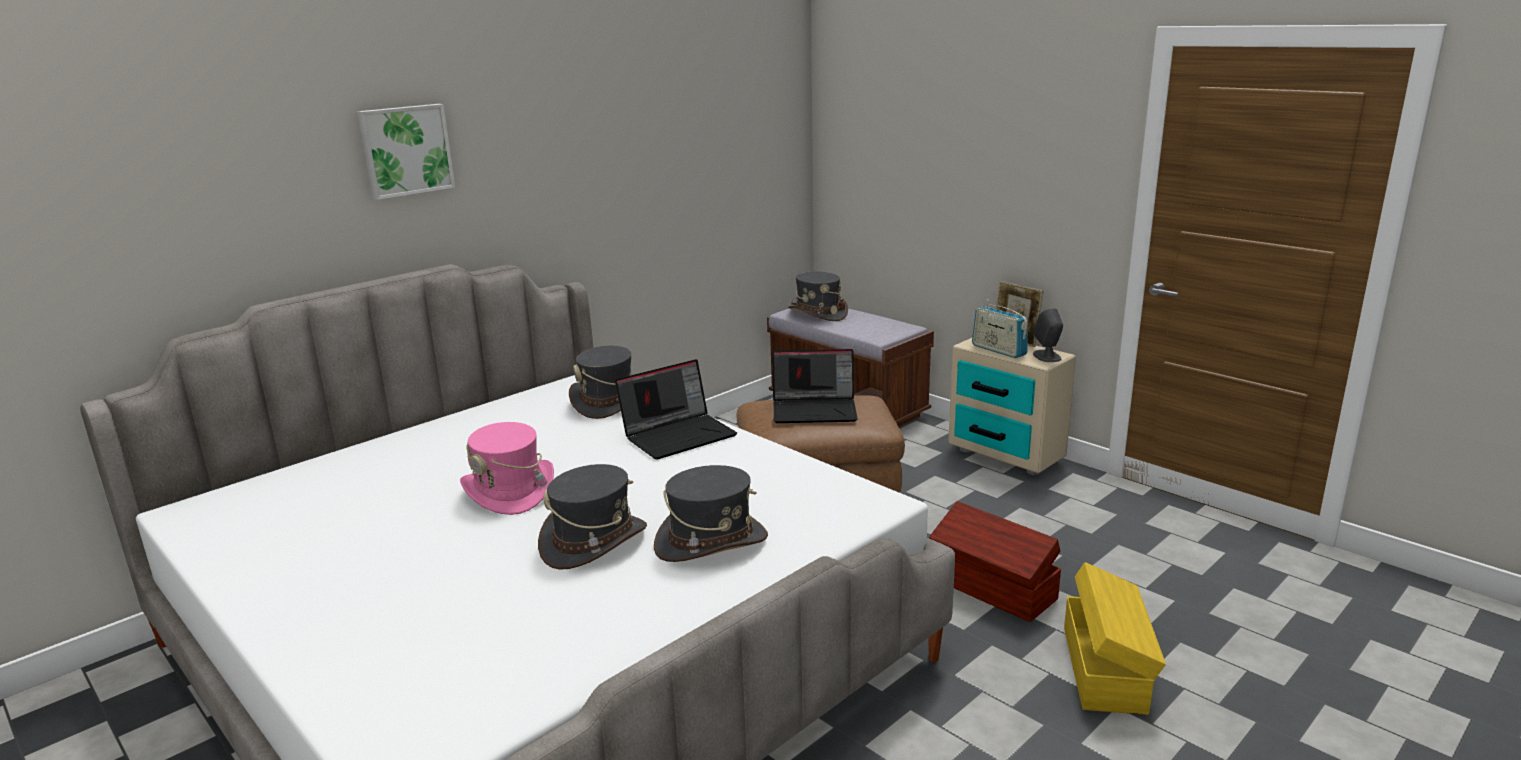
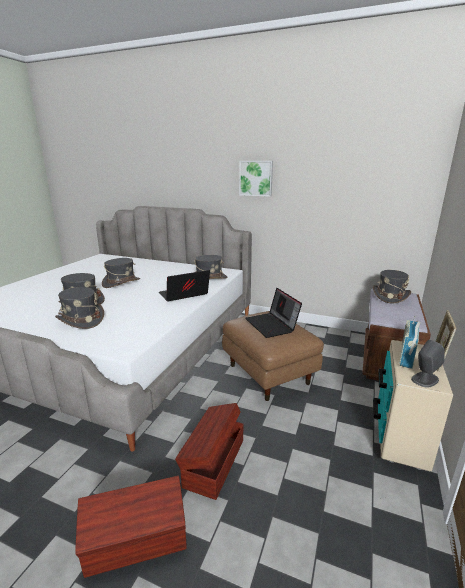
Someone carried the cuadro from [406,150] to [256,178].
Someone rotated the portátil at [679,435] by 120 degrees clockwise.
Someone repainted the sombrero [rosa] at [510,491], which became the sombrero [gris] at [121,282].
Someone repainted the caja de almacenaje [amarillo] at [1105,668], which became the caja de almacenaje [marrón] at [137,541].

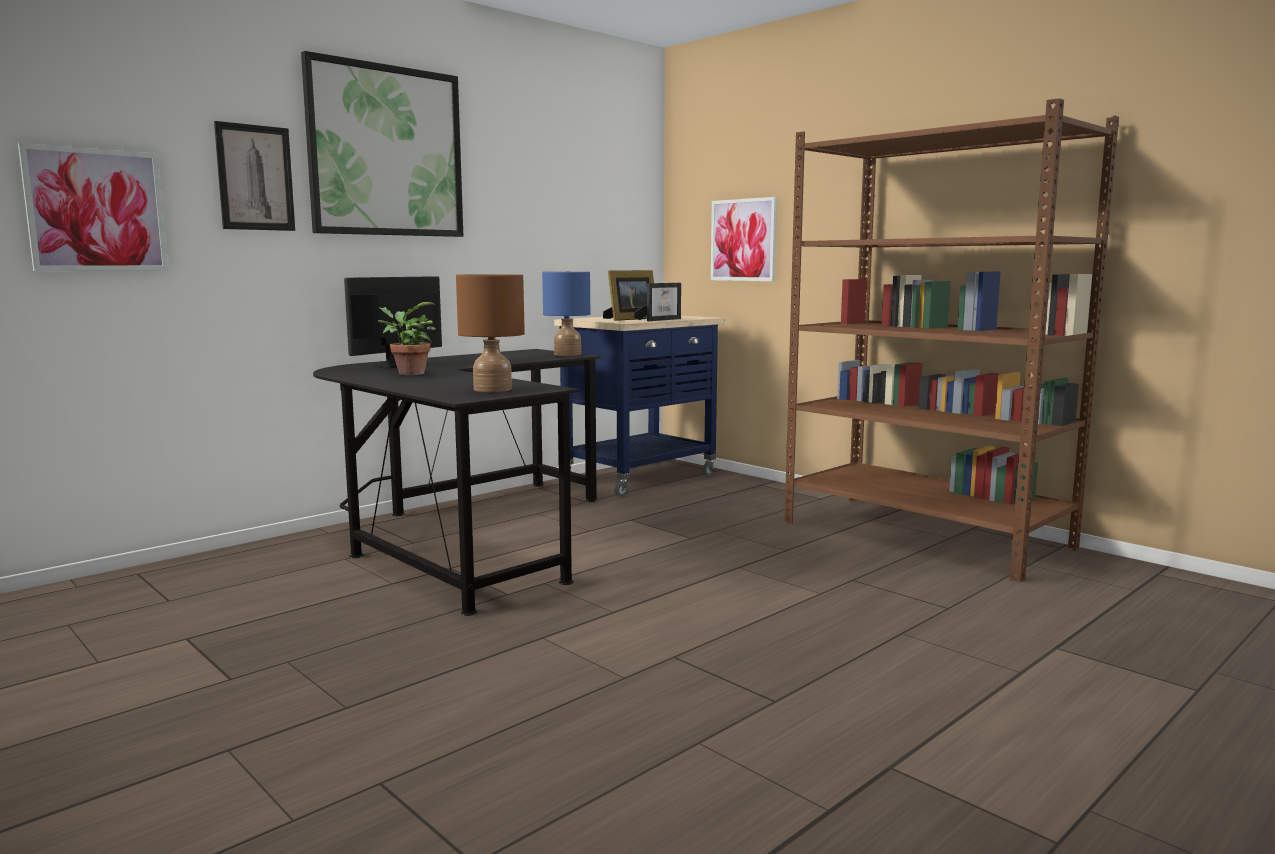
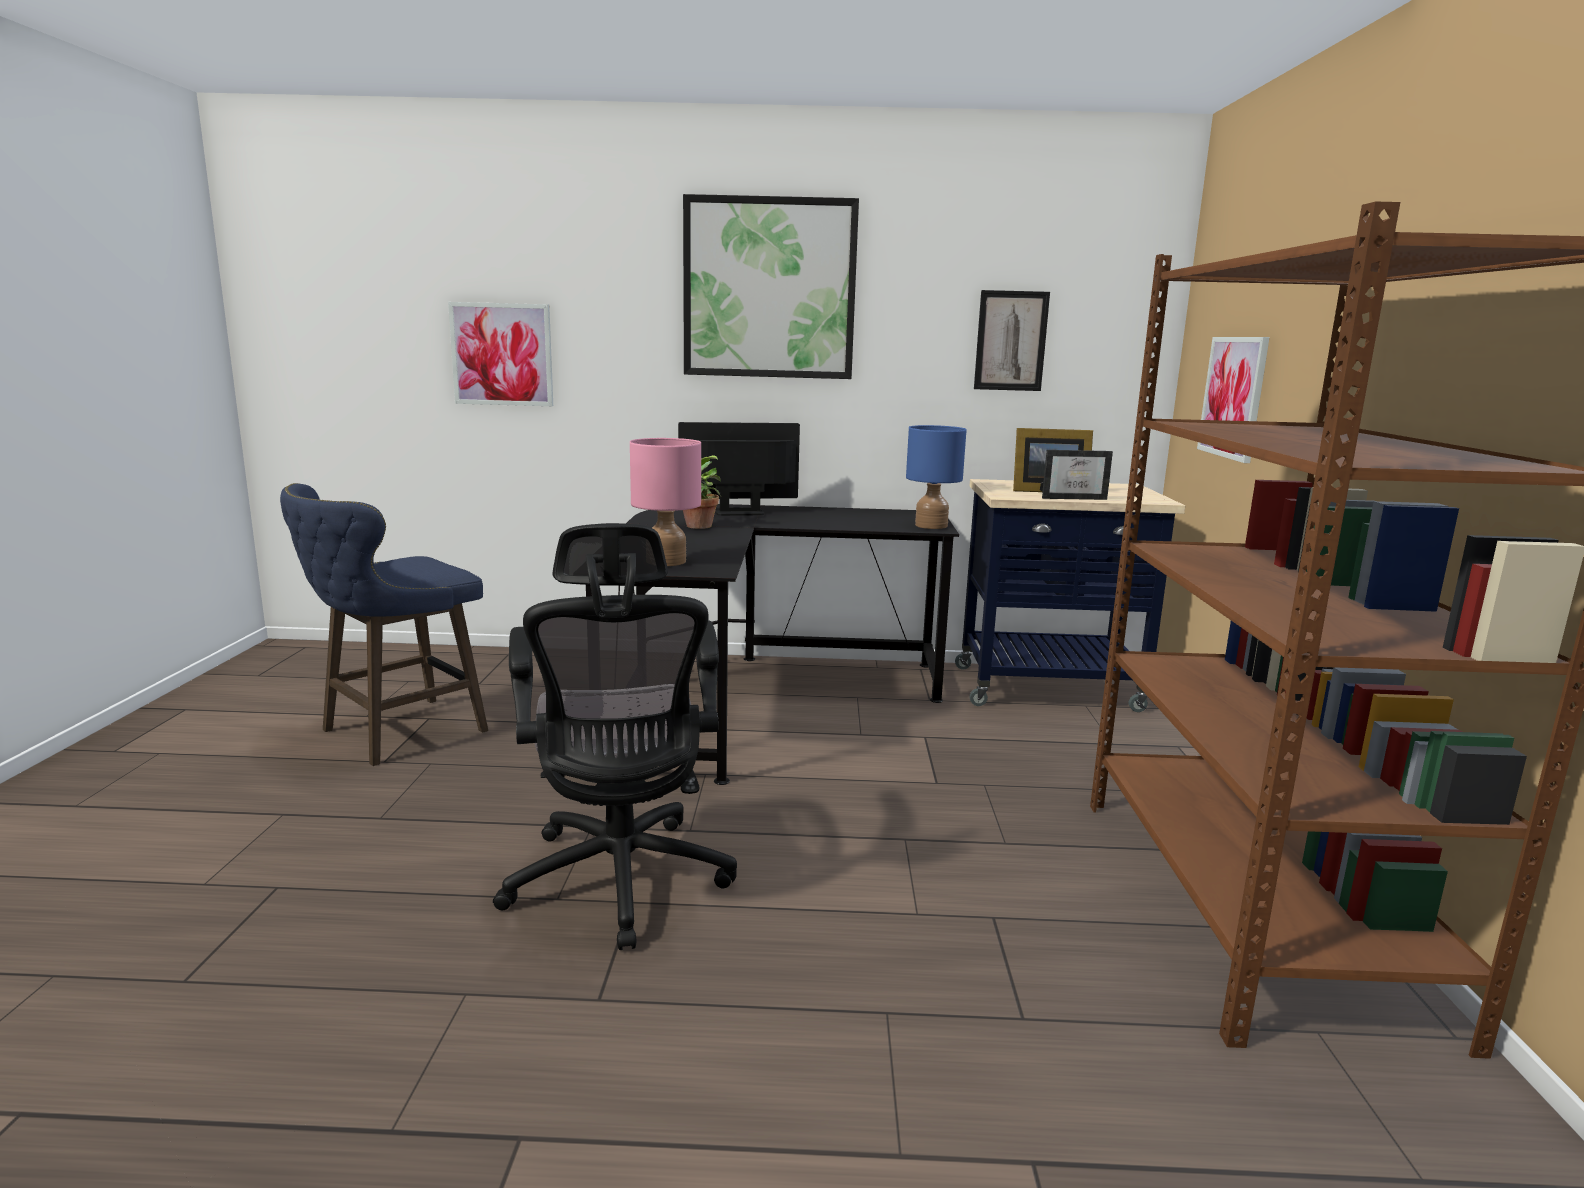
Someone carried the cuadro from [255,178] to [1011,341].
Someone repainted the lámpara de mesa [marrón] at [492,389], which became the lámpara de mesa [rosa] at [666,561].
Someone put down the taburete [azul] at [397,732].
Someone put down the silla de oficina at [620,880].

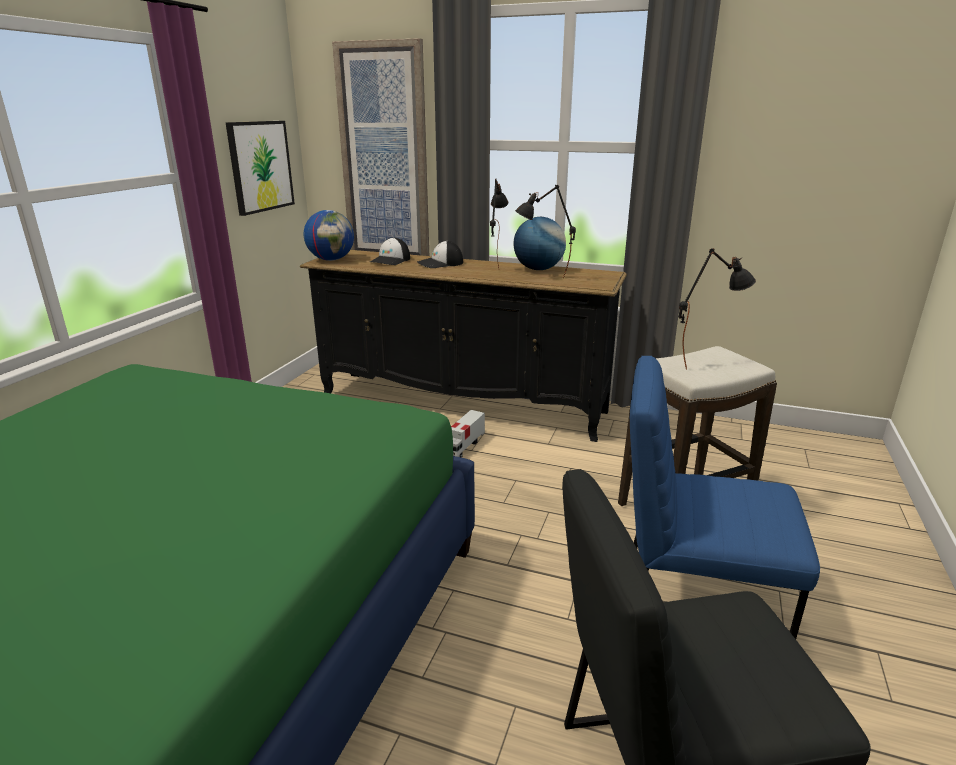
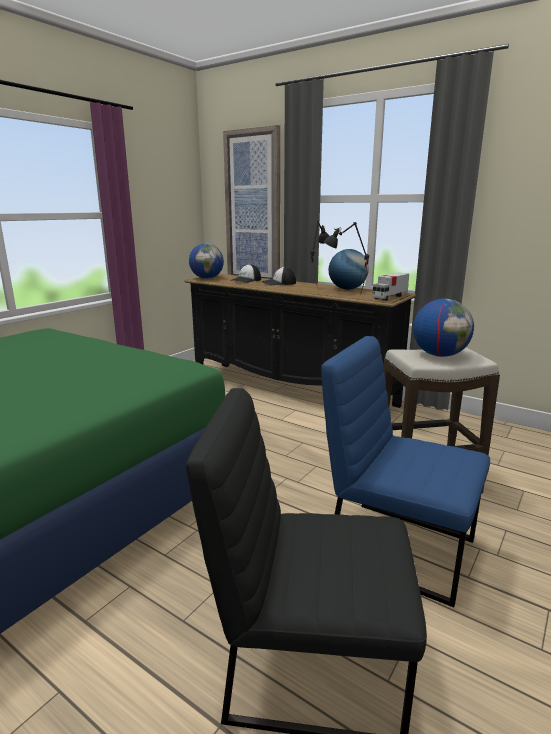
Someone took away the cuadro at [260,166].
Someone swapped the lámpara de mesa [negro] at [705,363] for the globo terráqueo at [439,355].
Someone carried the camión de juguete from [464,446] to [389,297].

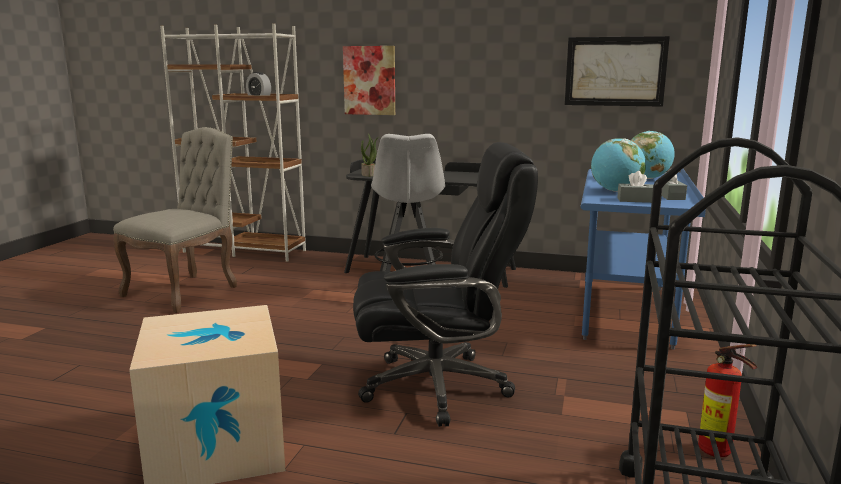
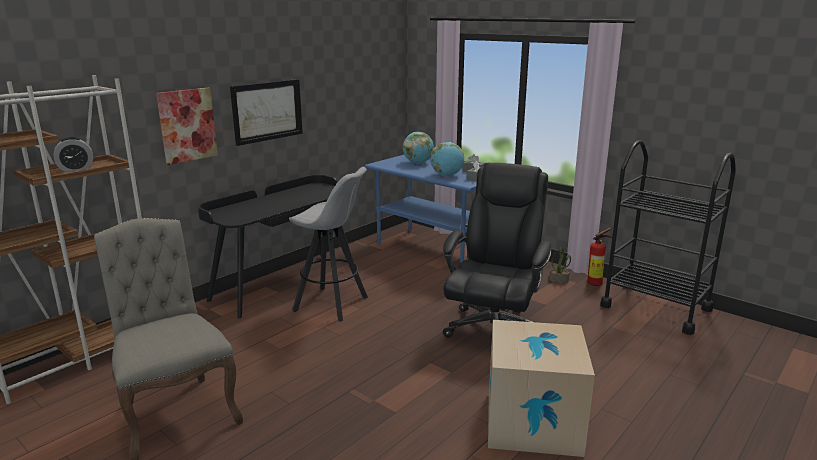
Someone carried the cuadro from [615,71] to [267,111].
Someone carried the planta en maceta from [369,174] to [559,280].

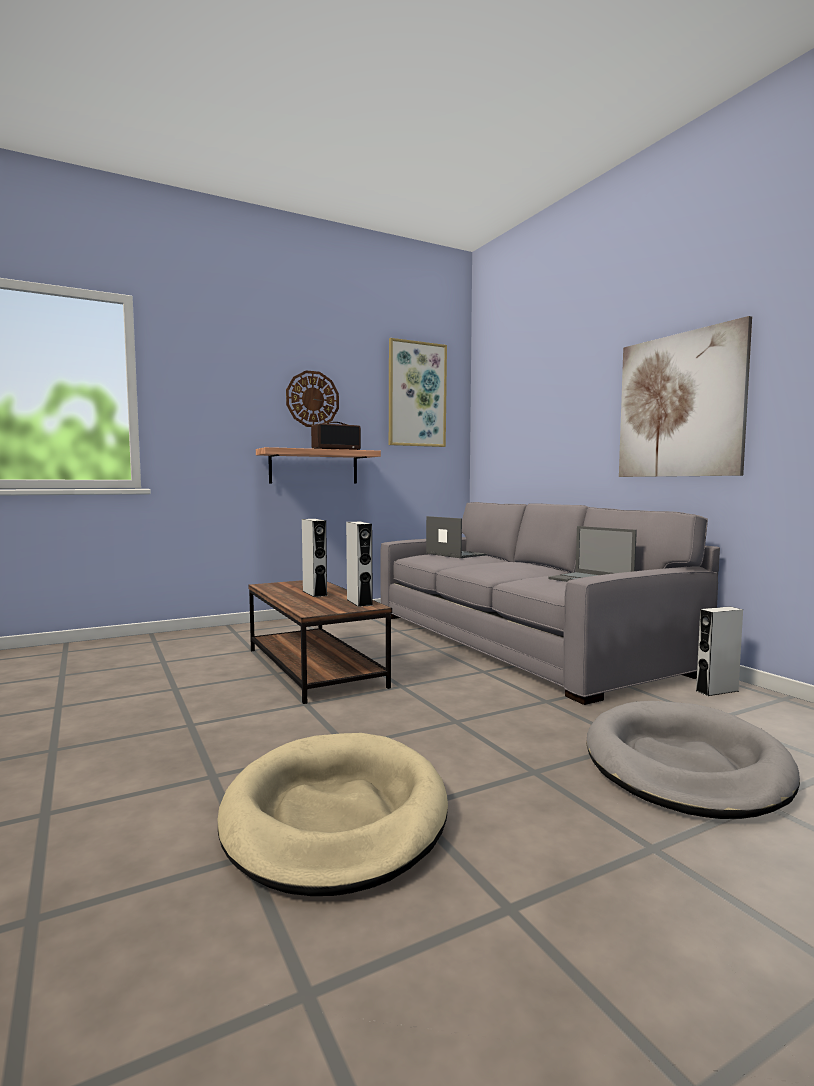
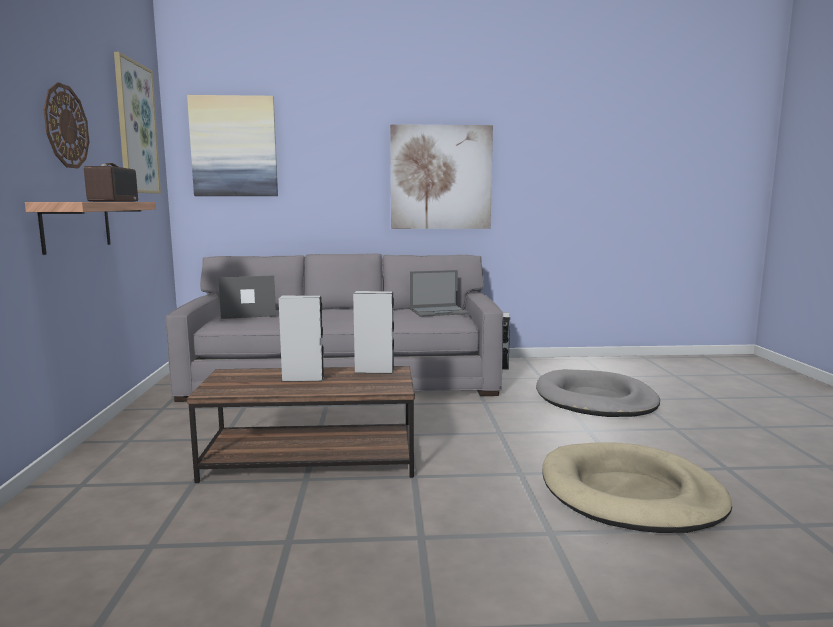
Someone put up the cuadro at [234,147].

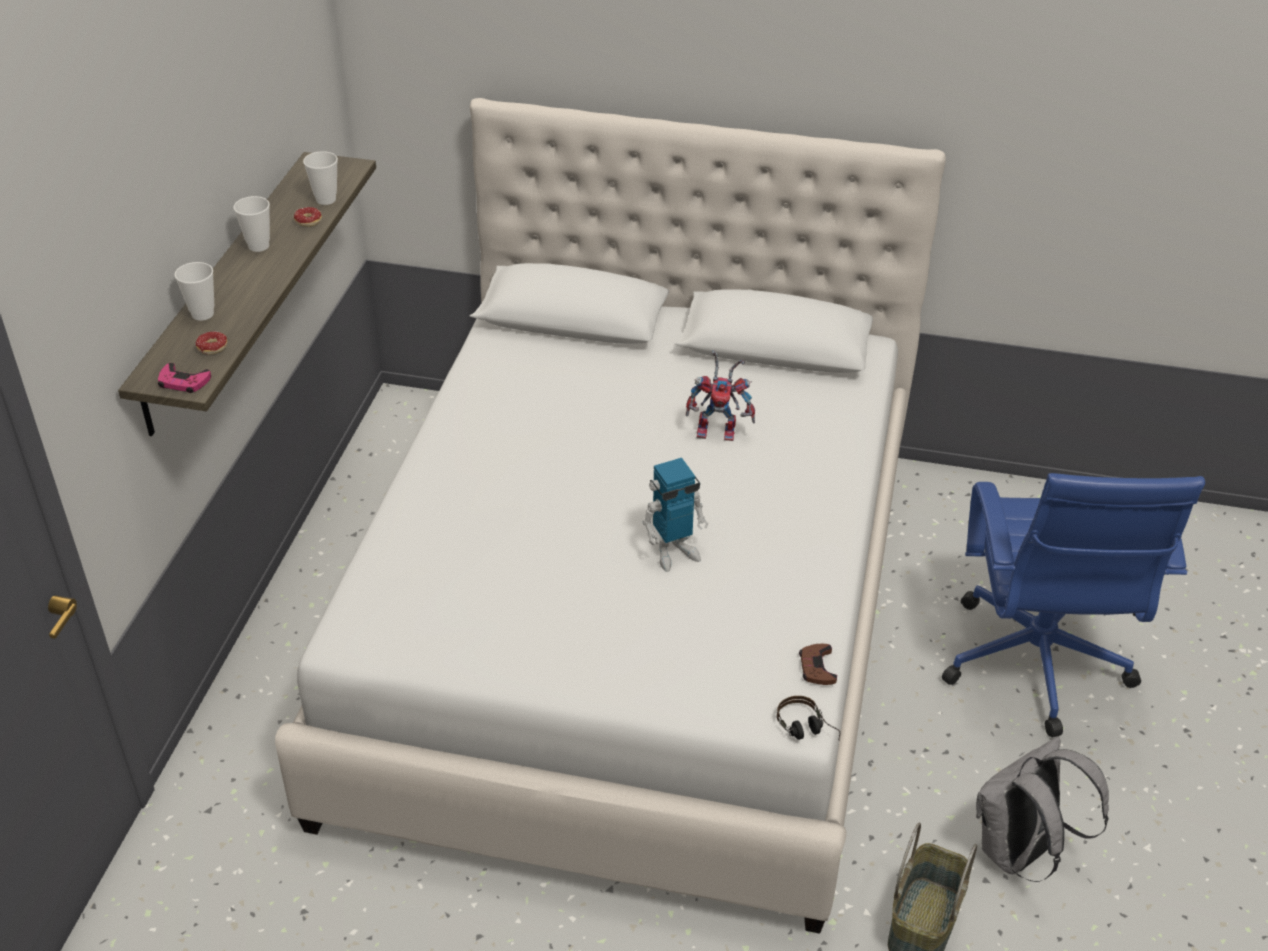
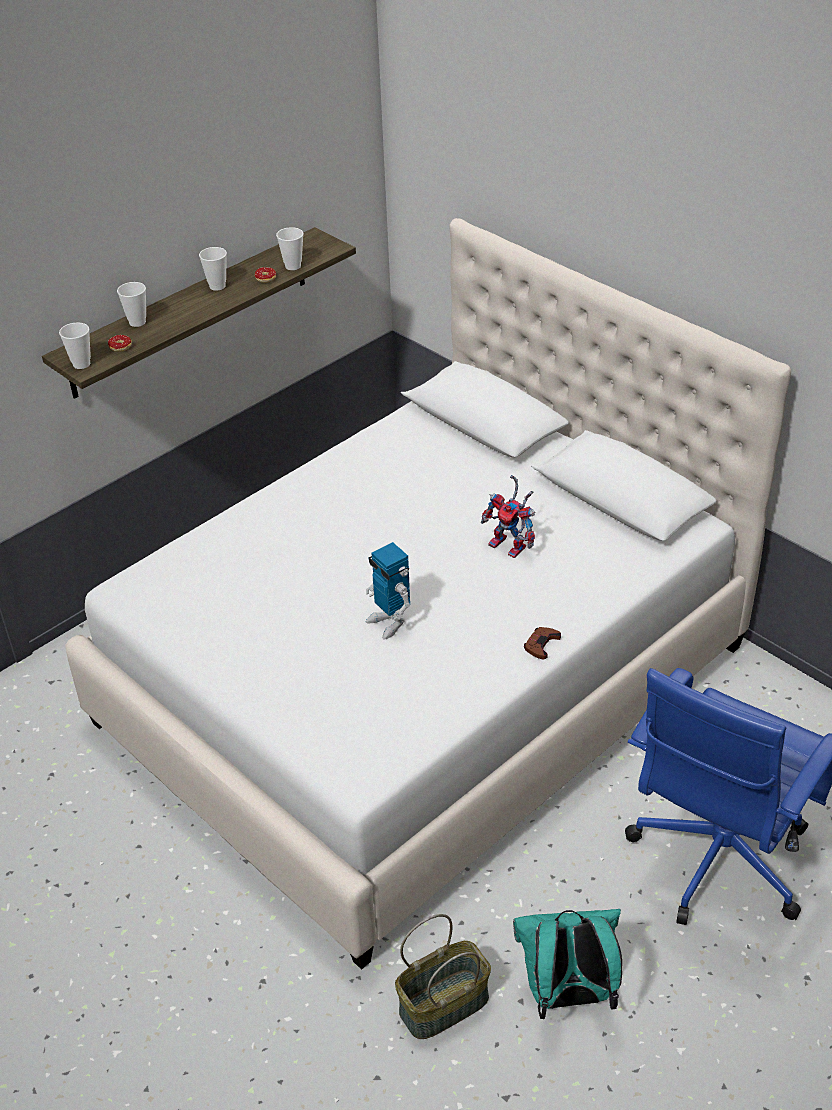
Someone swapped the mando de consola [rosa] at [183,382] for the taza at [81,364].
Someone rotated the robot de juguete at [674,552] by 45 degrees clockwise.
Someone carried the mando de consola [marrón] from [817,667] to [541,644].
Someone took away the auriculares at [807,731].
Someone repainted the mochila [gris] at [1020,853], which became the mochila [turquesa] at [567,996].

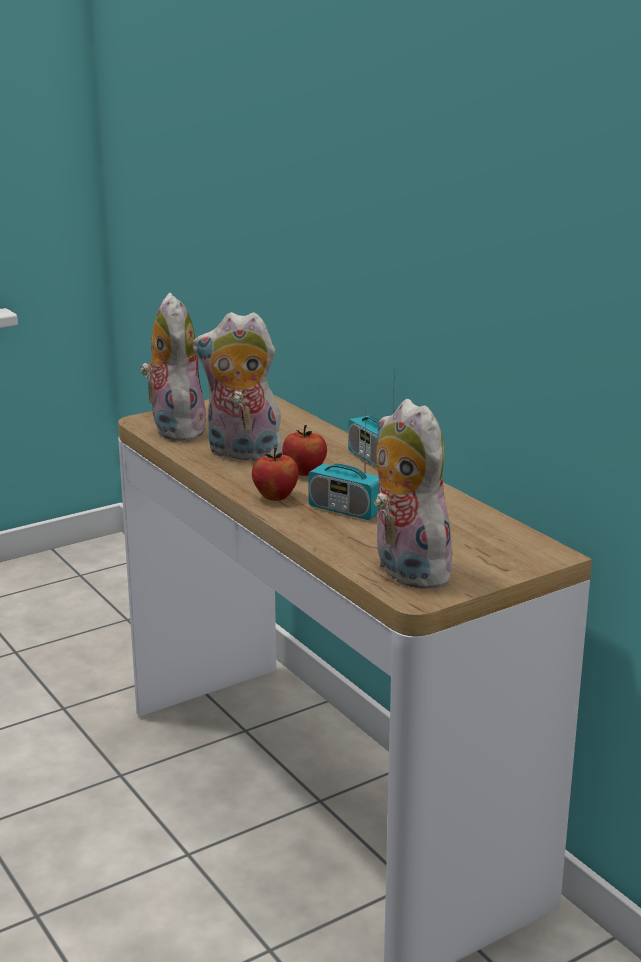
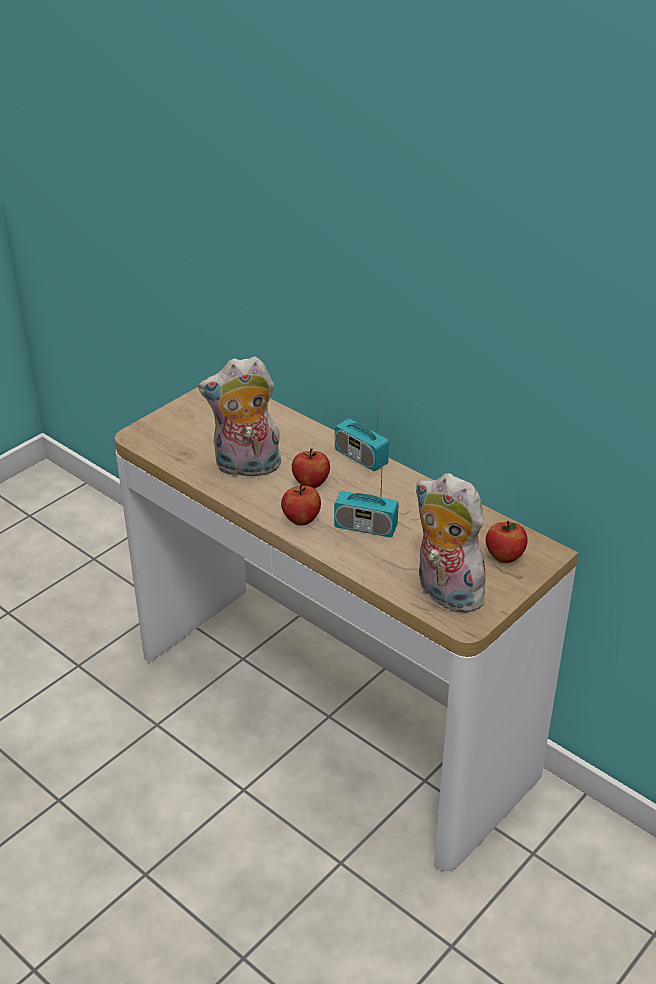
Someone took away the peluche at [174,429].
Someone put down the manzana at [504,557].

